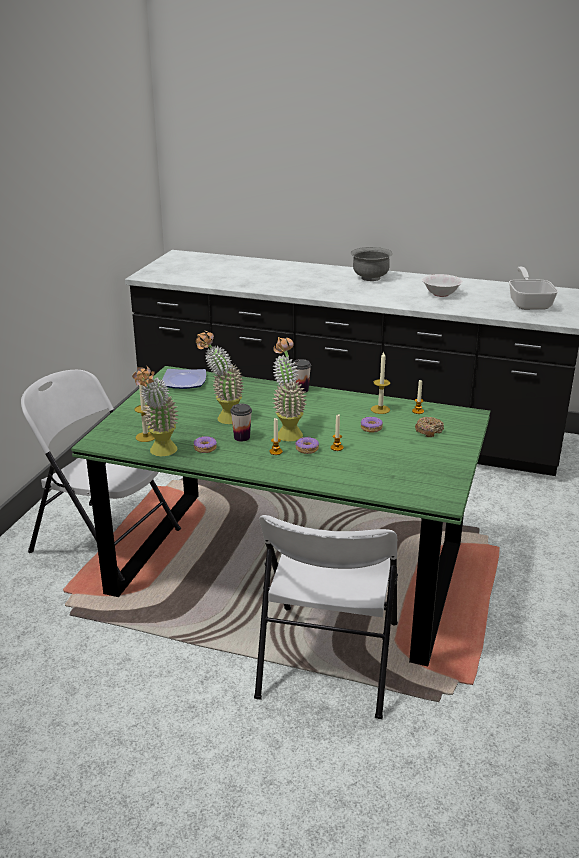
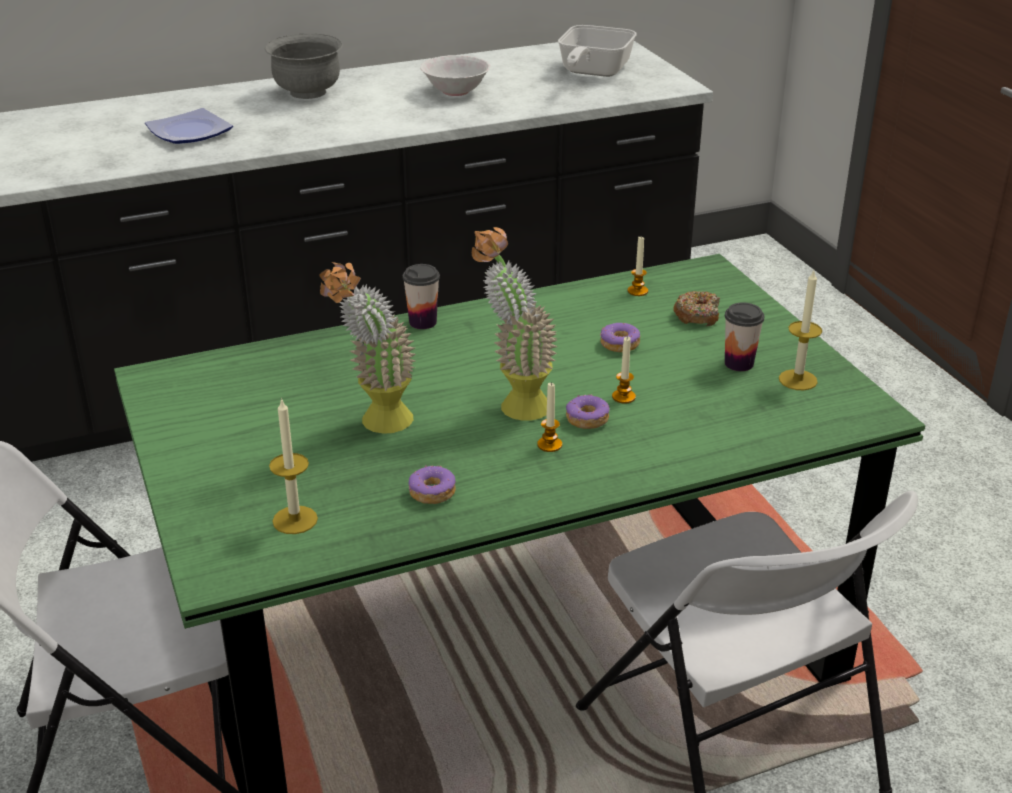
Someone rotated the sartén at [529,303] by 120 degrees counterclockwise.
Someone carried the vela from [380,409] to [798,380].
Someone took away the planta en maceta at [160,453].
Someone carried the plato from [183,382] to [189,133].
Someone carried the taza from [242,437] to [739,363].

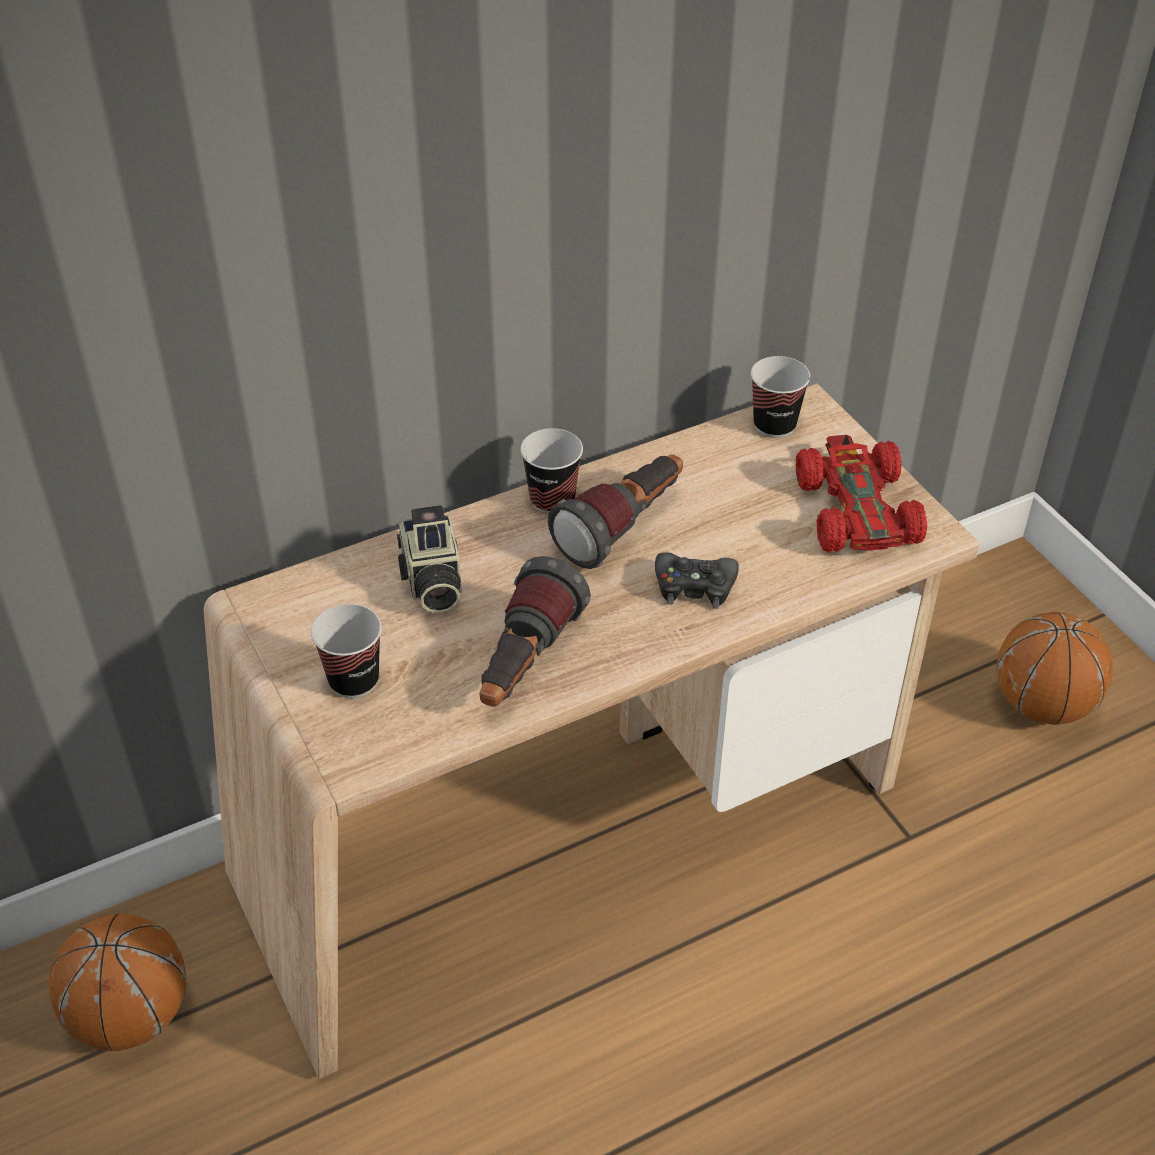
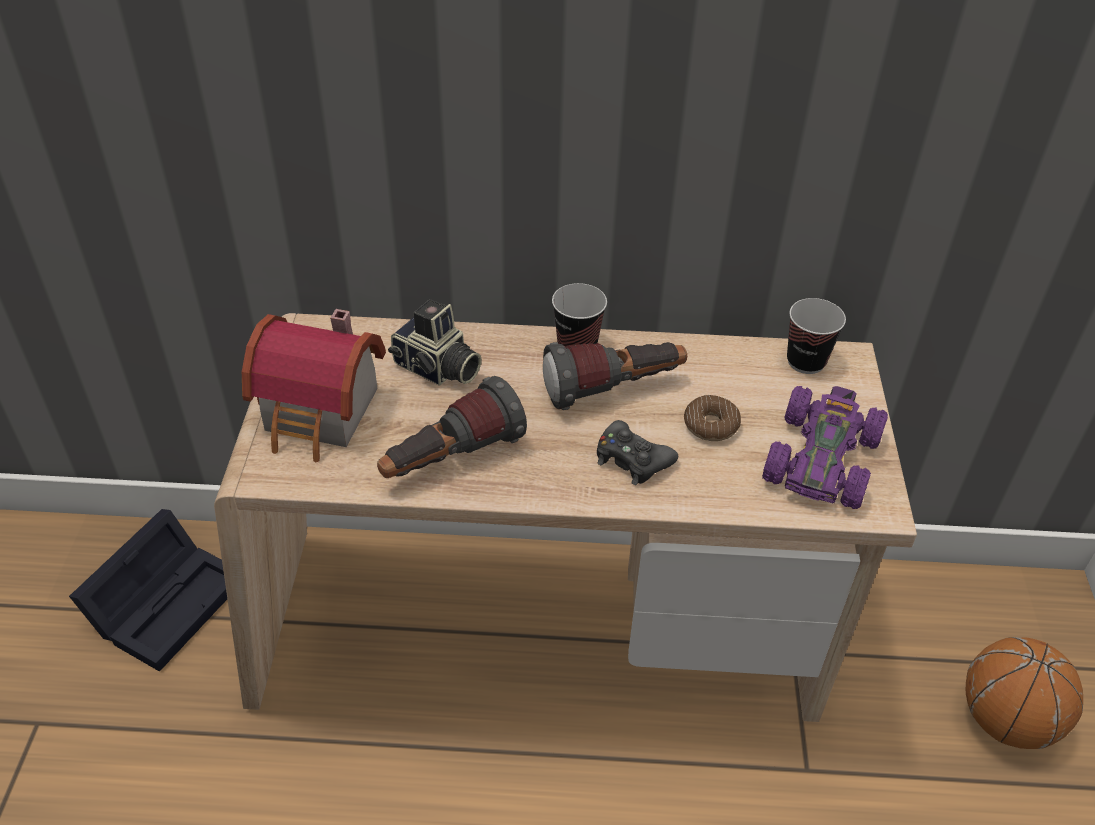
Someone repainted the coche de juguete [rojo] at [855,509], which became the coche de juguete [morado] at [821,457].
Someone rotated the cámara at [431,582] by 75 degrees counterclockwise.
Someone swapped the taza at [353,680] for the casita at [322,415].
Someone swapped the balón de baloncesto at [131,1016] for the caja de almacenaje [negro] at [169,600].
Someone put down the rosquilla at [711,425].

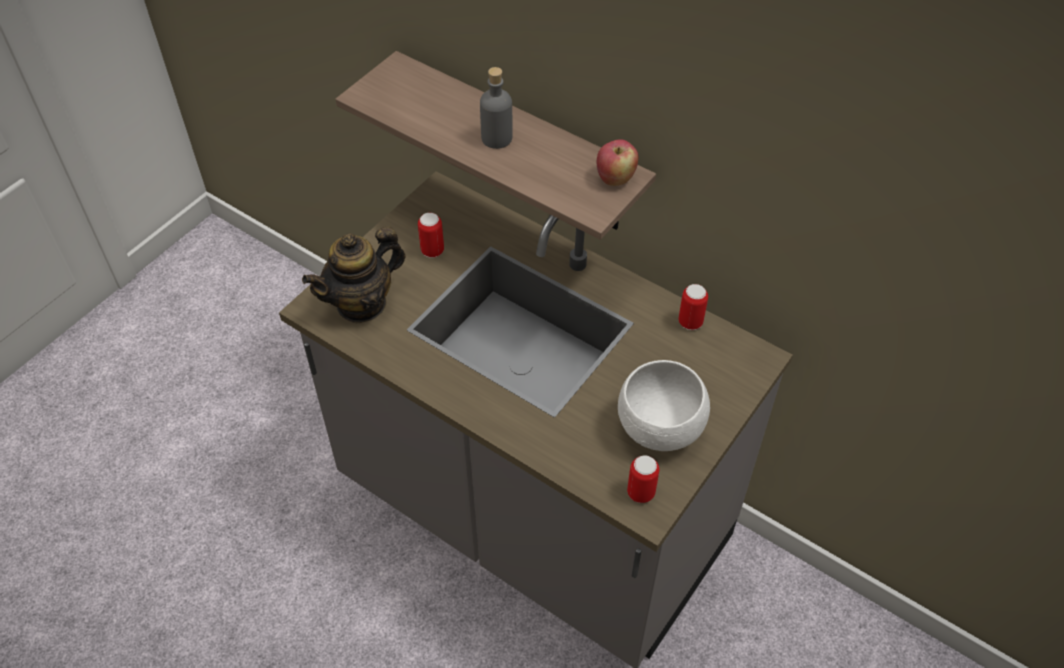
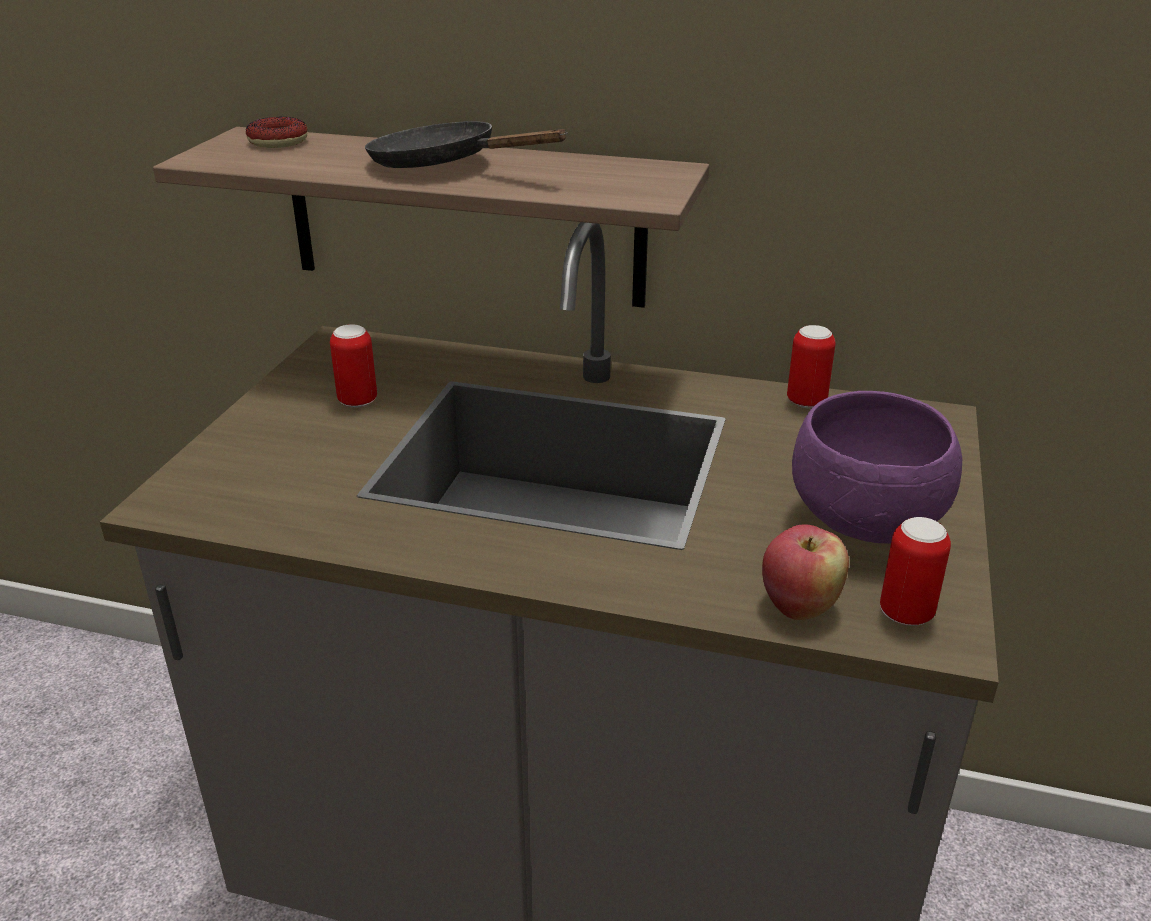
Someone swapped the botella [gris] at [497,138] for the sartén [negro] at [444,165].
Someone carried the manzana from [615,178] to [799,606].
Someone took away the tetera at [362,303].
Someone repainted the cuenco [blanco] at [661,430], which became the cuenco [morado] at [869,526].
Someone put down the rosquilla at [278,141].

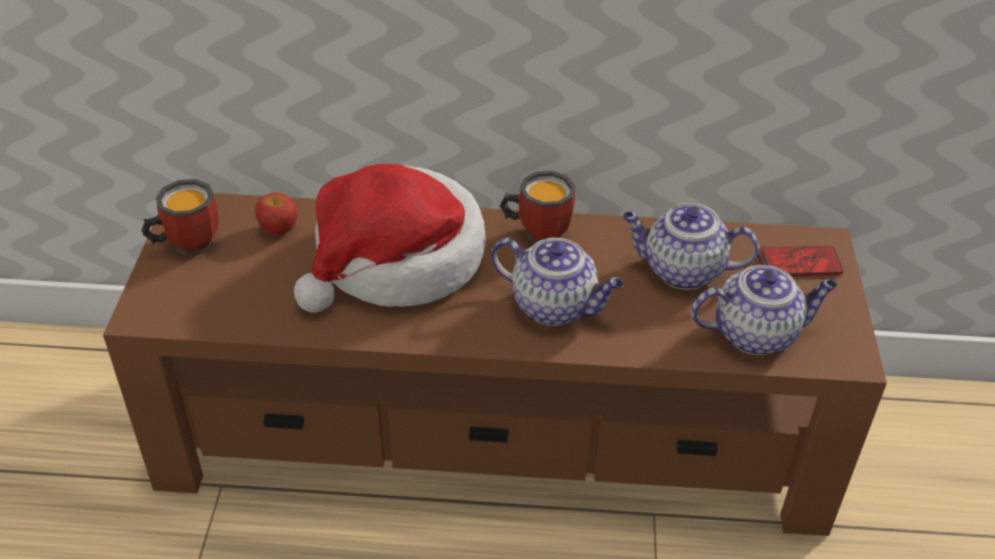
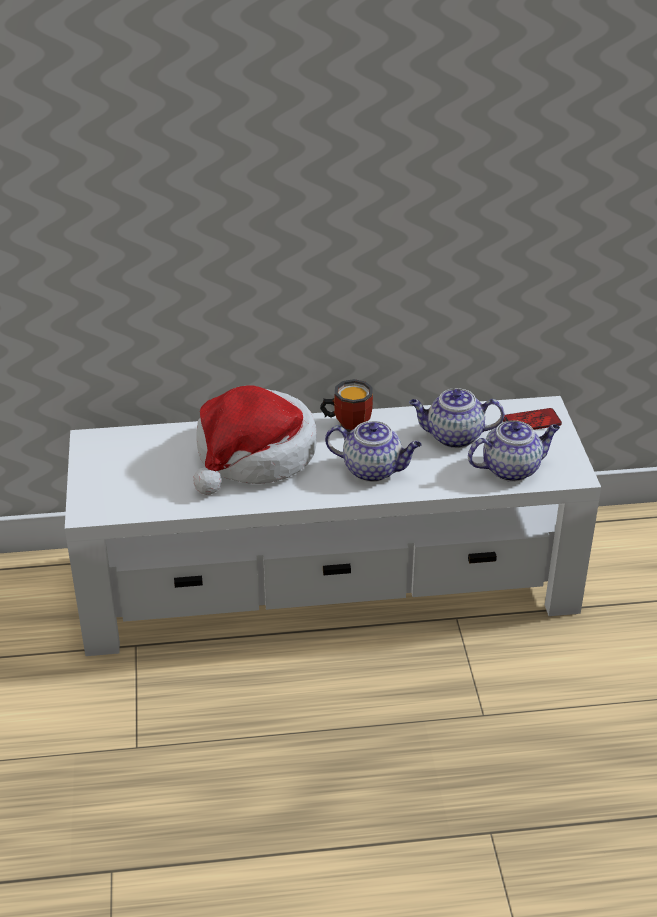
Someone took away the taza grande at [186,244].
Someone repainted the mueble de televisión [marrón] at [496,431], which became the mueble de televisión [blanco] at [329,581].
Someone took away the manzana at [278,229].

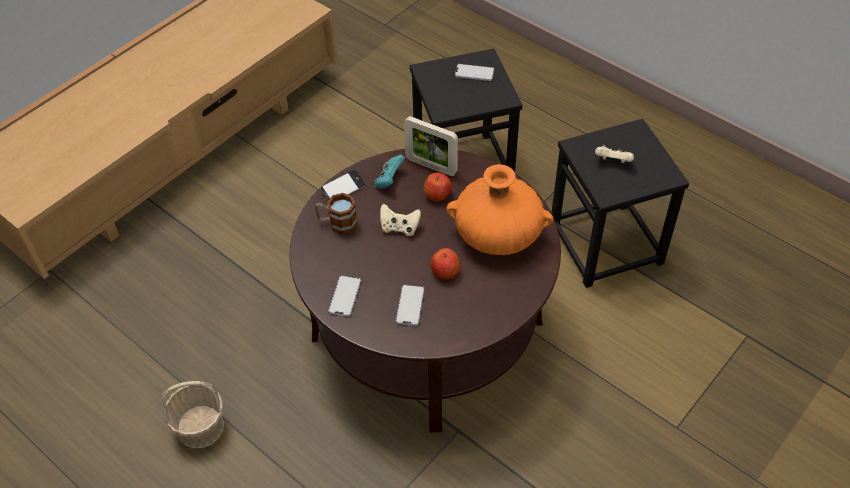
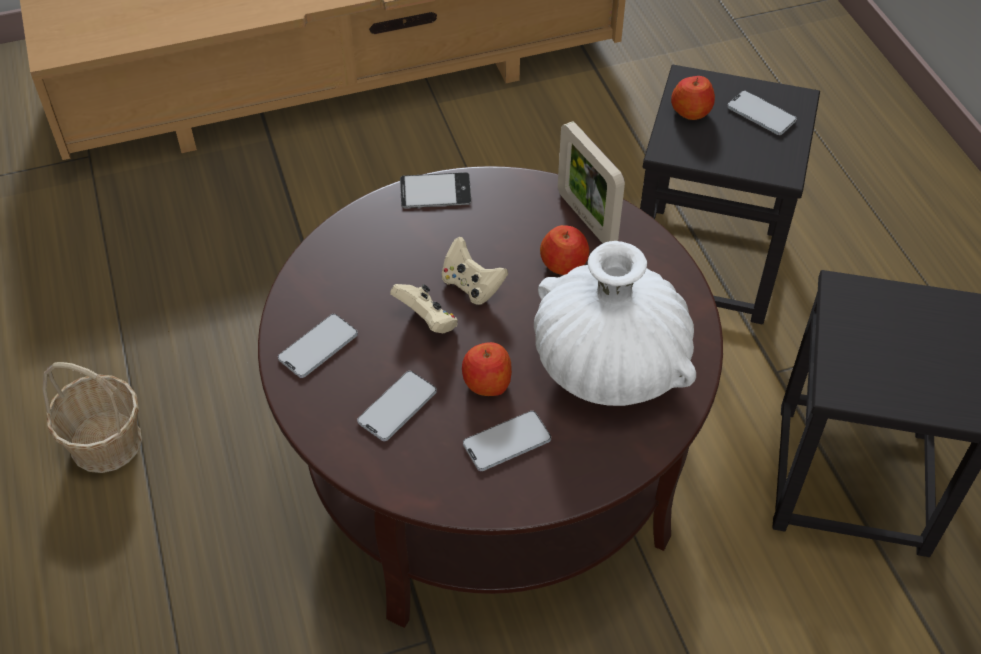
Someone carried the mando de consola [beis] from [613,162] to [427,321].
Someone took away the mando de consola [turquesa] at [389,180].
Someone repainted the florero [naranja] at [498,235], which became the florero [blanco] at [609,367].
Someone took away the taza grande at [337,223].
Someone put down the manzana at [691,111].
Someone put down the móvil at [507,442].

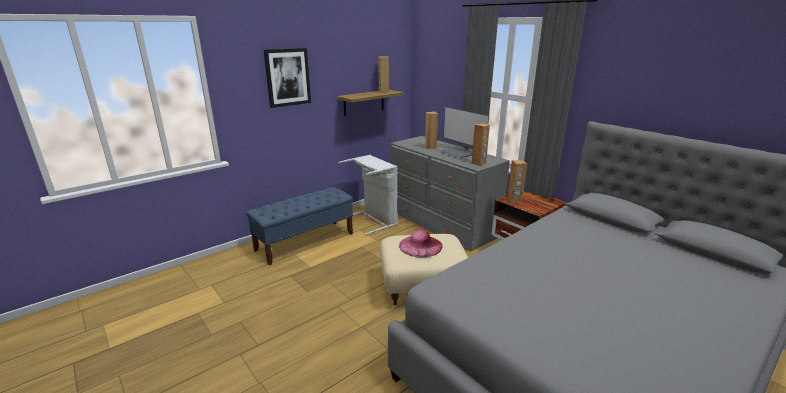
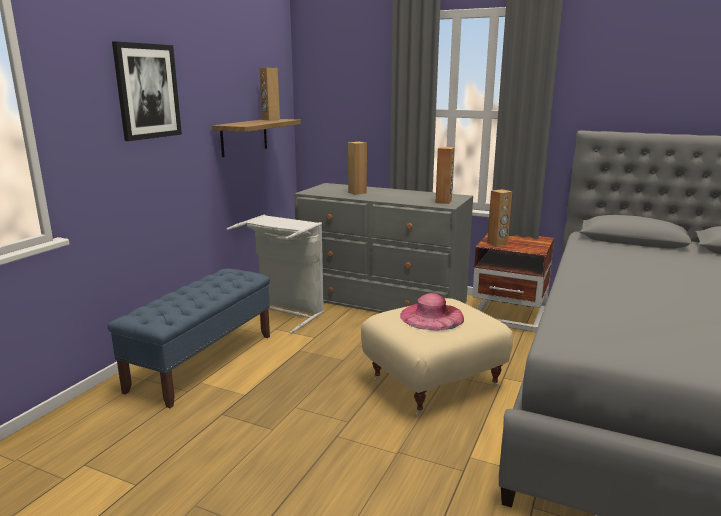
Someone took away the monitor at [458,152].

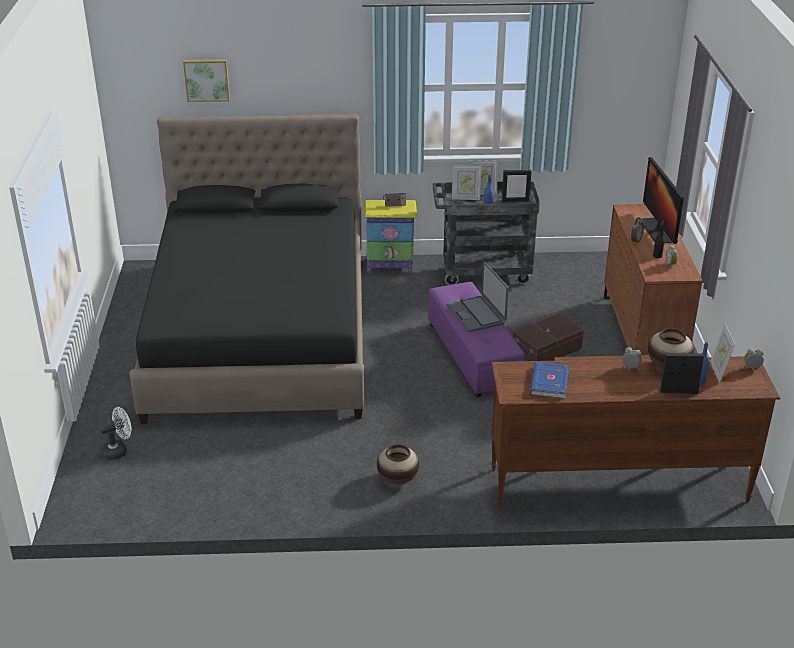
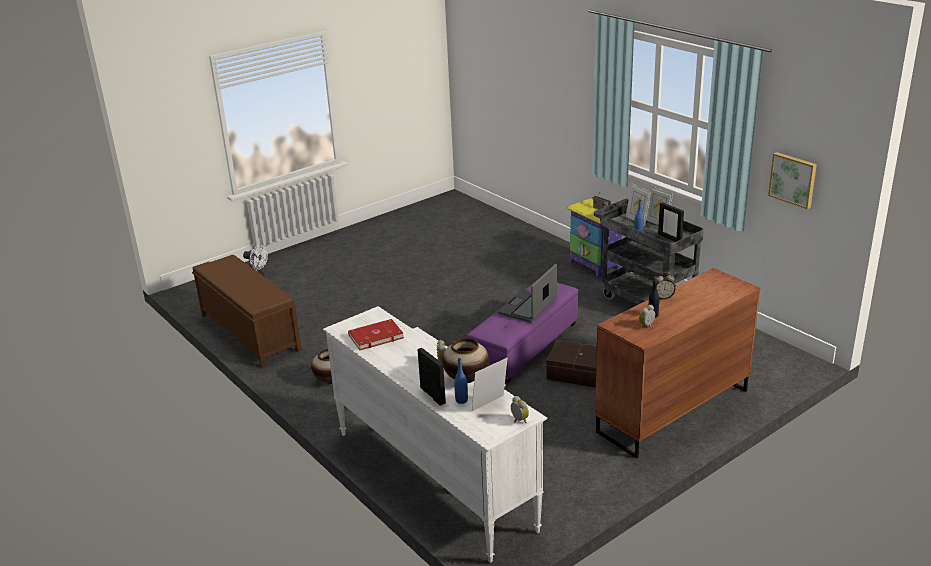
Someone carried the cuadro from [207,79] to [793,179].
Someone took away the cama [negro] at [261,332].
Someone took away the monitor at [658,230].
Someone repainted the armario [marrón] at [617,484], which became the armario [blanco] at [435,478].
Someone repainted the libro [azul] at [548,382], which became the libro [rojo] at [375,336].
Someone put down the banco [marrón] at [249,332].

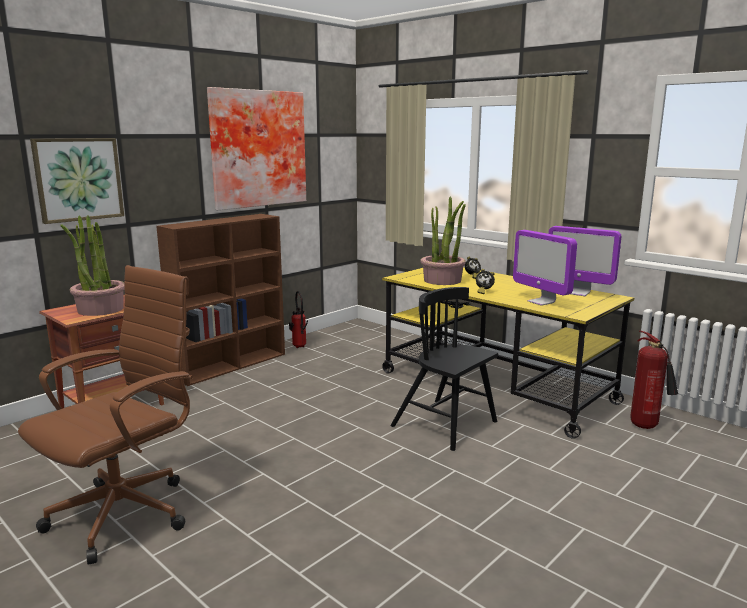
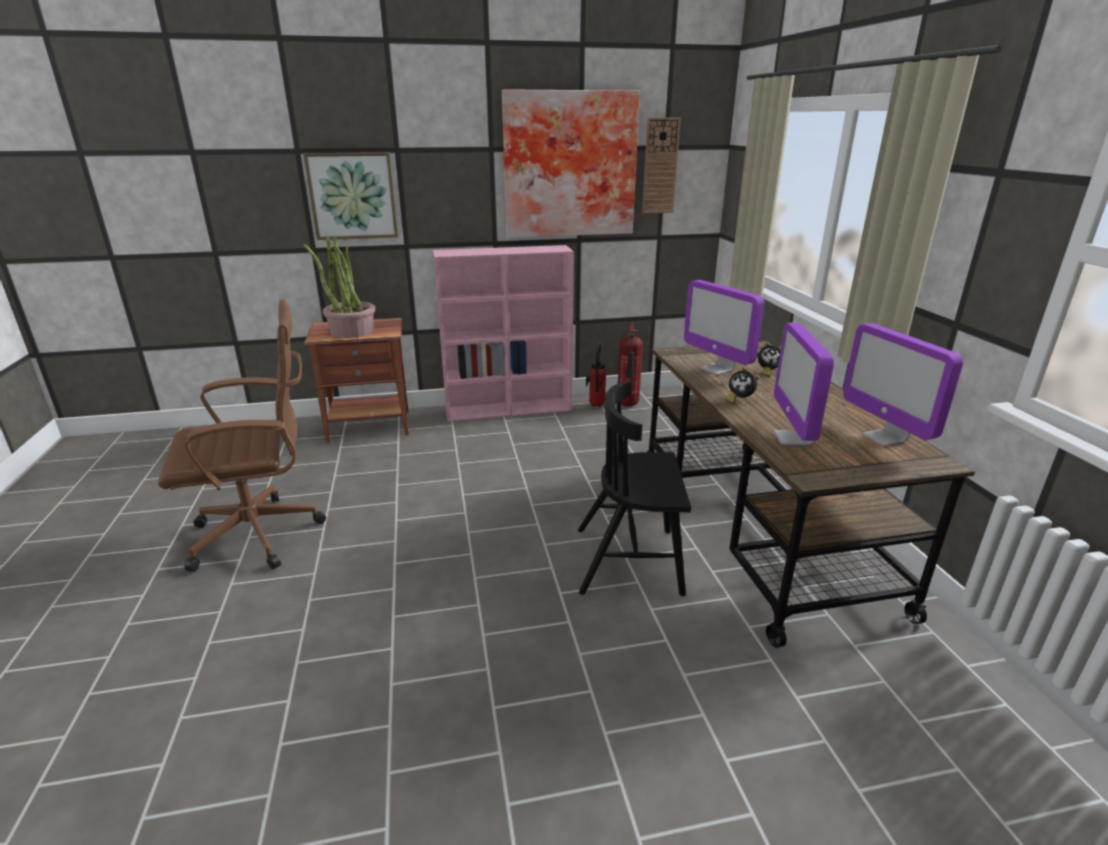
Someone swapped the planta en maceta at [443,280] for the monitor at [717,369].
Someone repainted the estantería [marrón] at [231,365], which became the estantería [rosa] at [509,409].
Someone repainted the escritorio [amarillo] at [494,387], which became the escritorio [marrón] at [757,528].
Someone rotated the silla [negro] at [449,425] by 75 degrees counterclockwise.
Someone carried the extintor from [647,427] to [628,405].
Someone put up the reloj de pared at [660,166].

